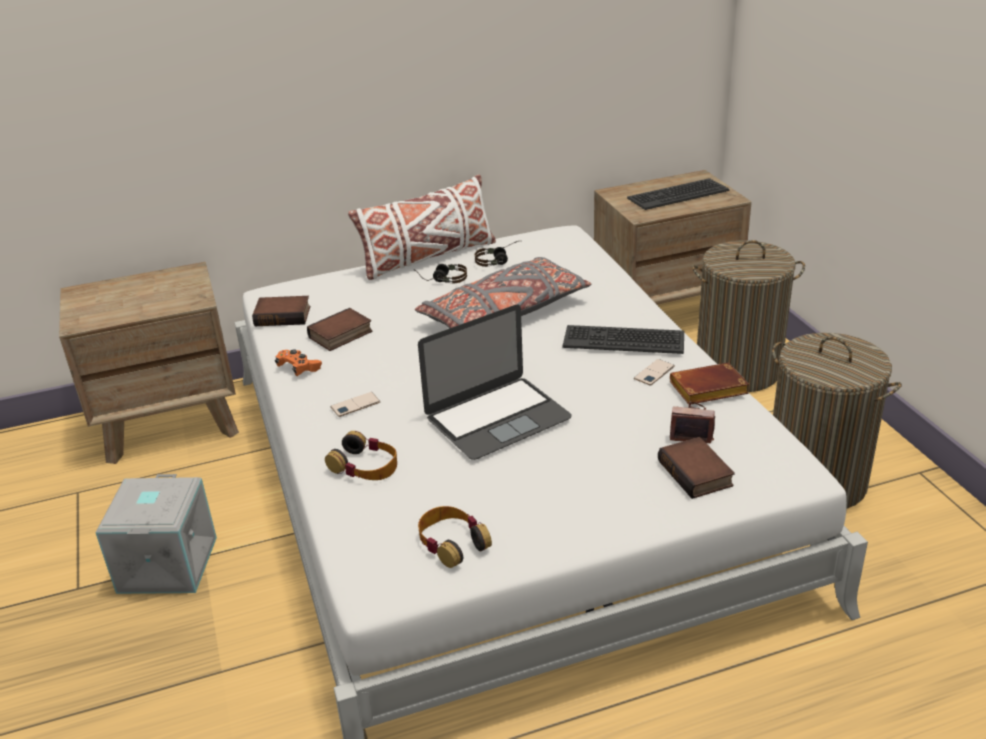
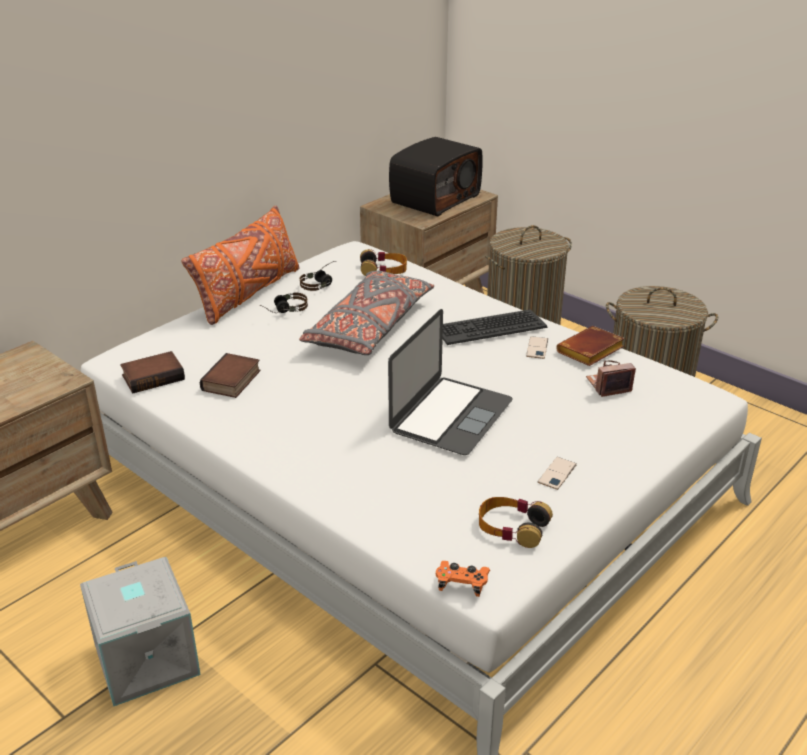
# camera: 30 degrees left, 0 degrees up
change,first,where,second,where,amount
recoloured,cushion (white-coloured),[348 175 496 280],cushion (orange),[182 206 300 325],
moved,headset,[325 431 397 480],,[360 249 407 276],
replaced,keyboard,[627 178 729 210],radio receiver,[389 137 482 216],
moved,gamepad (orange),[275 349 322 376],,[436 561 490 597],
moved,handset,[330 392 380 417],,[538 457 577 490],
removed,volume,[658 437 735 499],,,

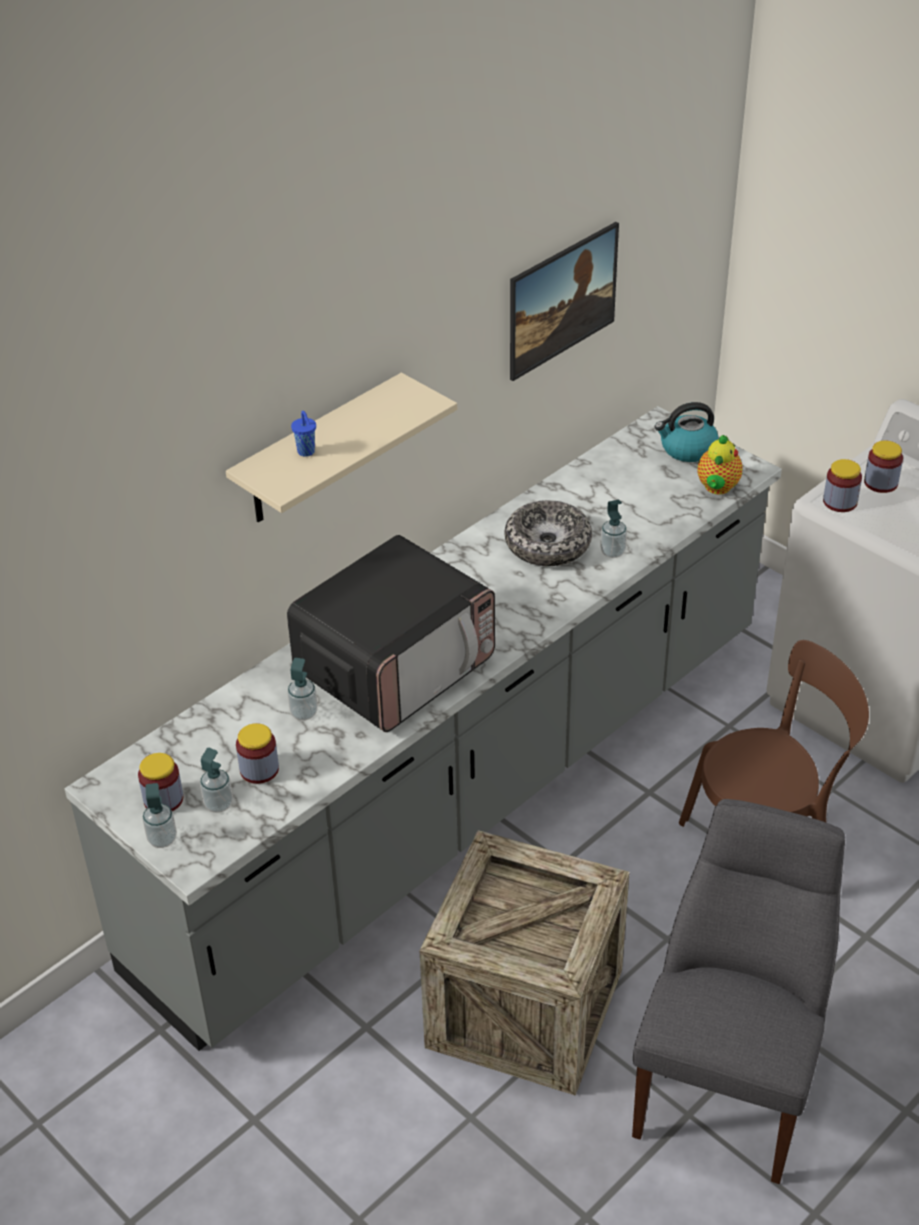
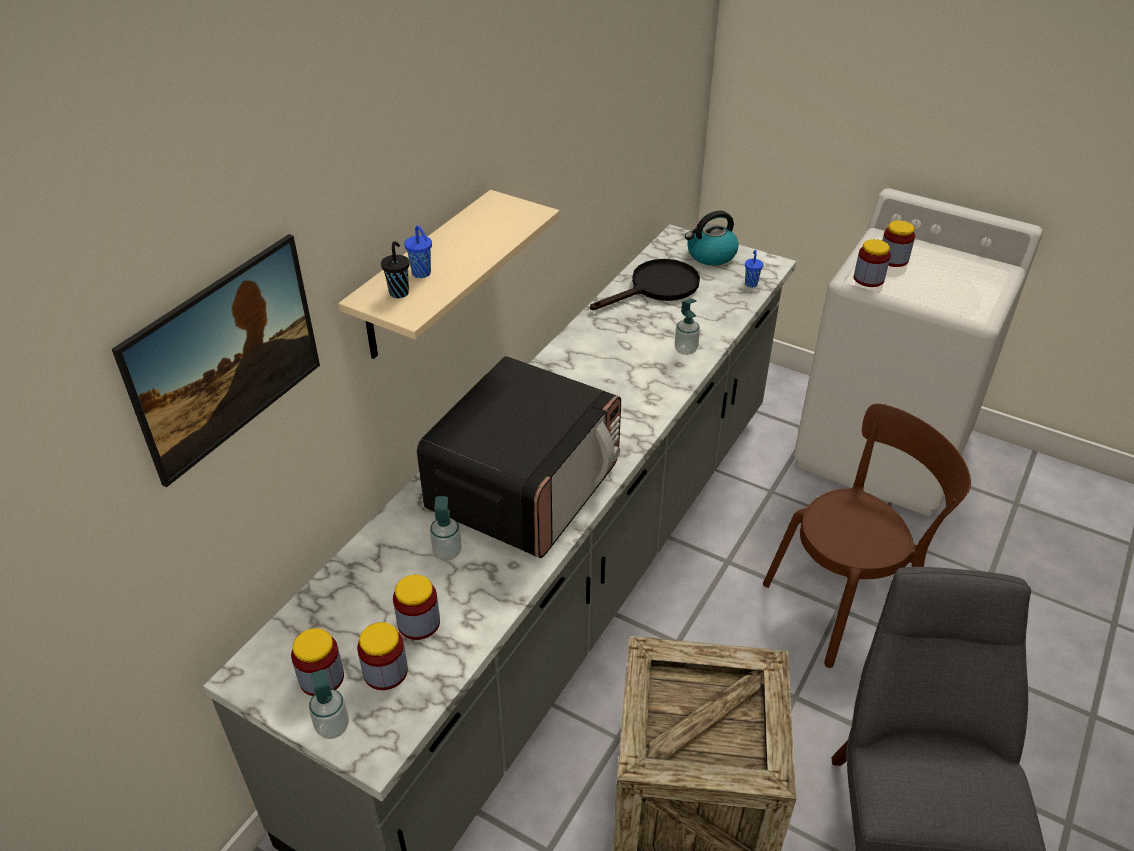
# camera: 15 degrees left, 0 degrees up
change,first,where,second,where,amount
moved,picture,[510 222 619 381],,[112 234 320 487],
replaced,soap bottle,[200 748 233 813],preserve jar,[357 622 408 690],
added,,,small cup (blackish),[381 241 410 298],
added,,,skillet (blackish),[590 259 700 310],
replaced,pot for tea,[698 435 742 495],small cup (bluish),[745 250 763 287],
removed,deep dish,[504 500 592 566],,,

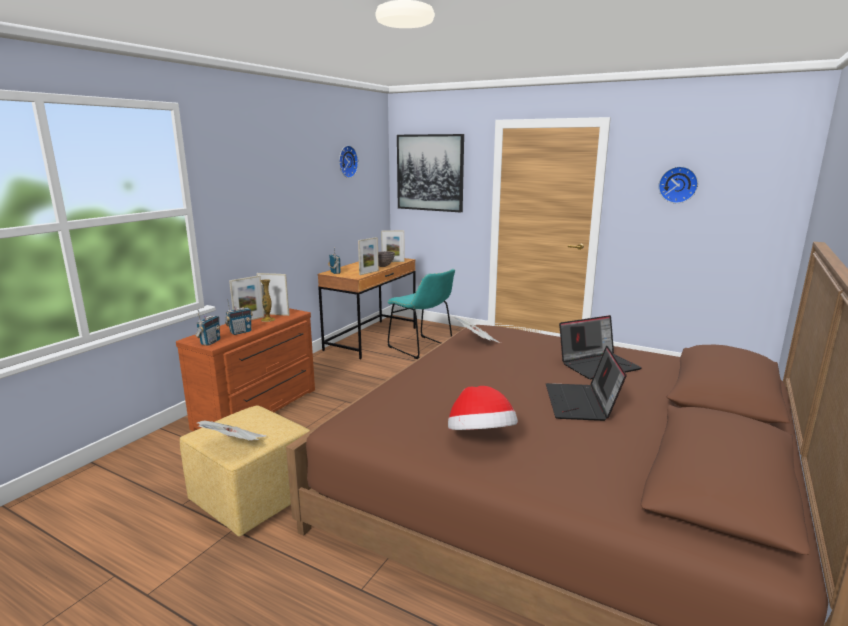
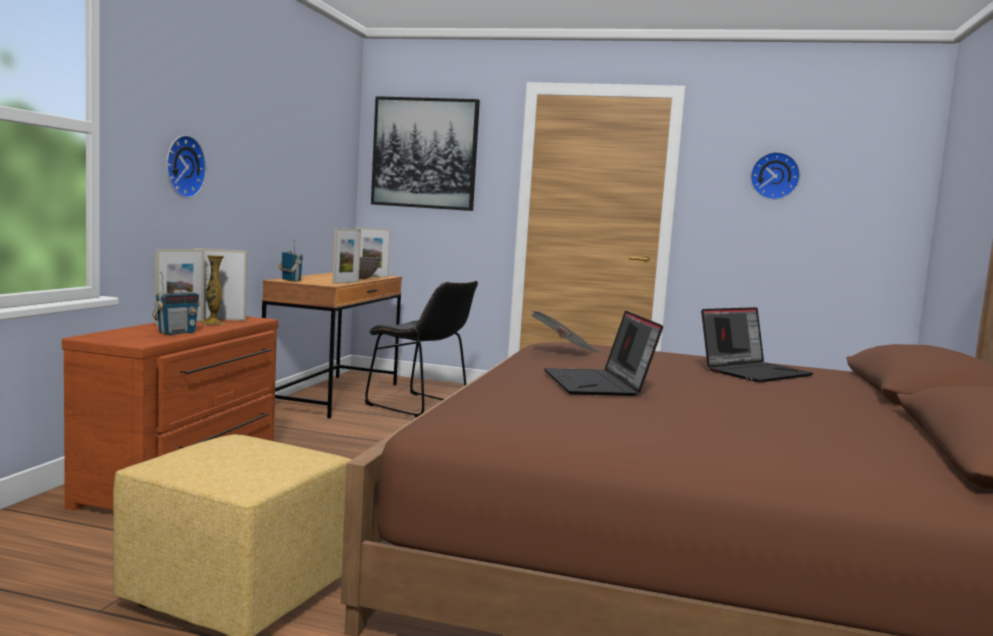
# camera: 15 degrees left, 10 degrees down
change,first,where,second,where,amount
moved,hanging clock,[339 145 358 178],,[166 135 207 198],
recoloured,chair (blue-green),[388 269 455 359],chair (blackish),[365 280 478 417],
moved,laptop,[546 345 627 421],,[544 311 663 396],
removed,radio receiver,[195 309 220 346],,,
removed,daily paper,[197 421 266 441],,,
removed,wearable hat,[448 386 518 430],,,

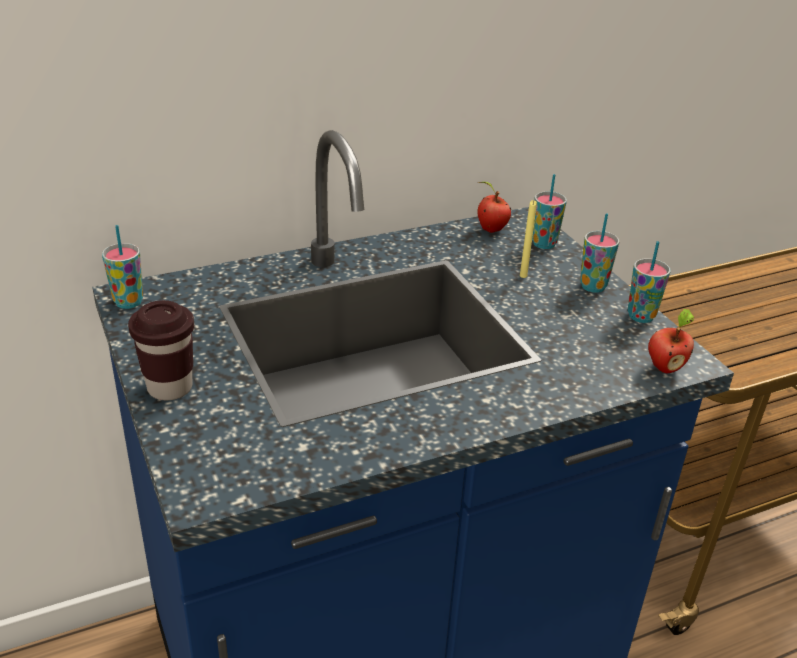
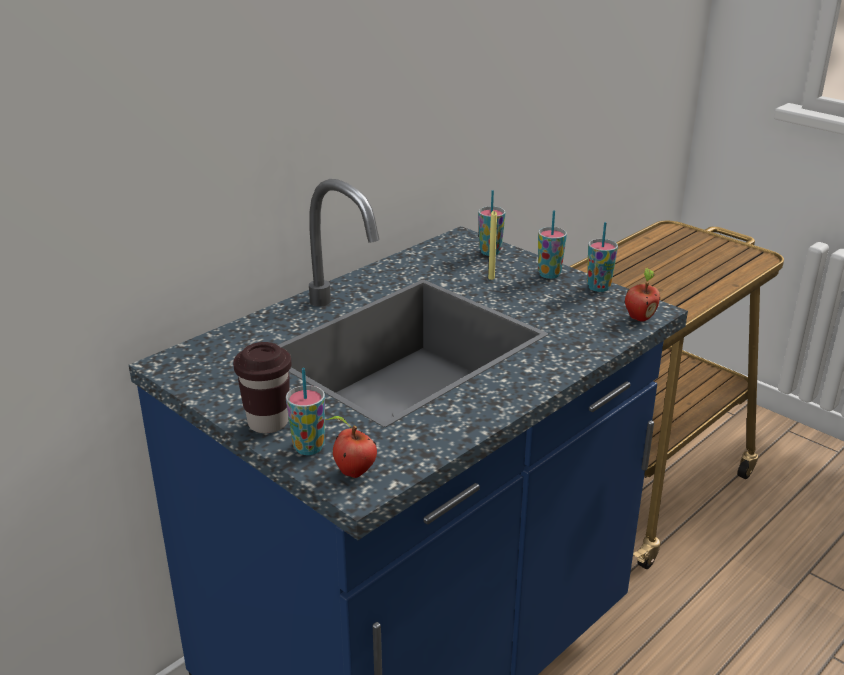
# camera: 20 degrees left, 5 degrees down
change,first,where,second,where,amount
moved,small cup,[102 225 143 309],,[286 368 325 455],
moved,apple,[477 182 511 233],,[325 416 377 478],

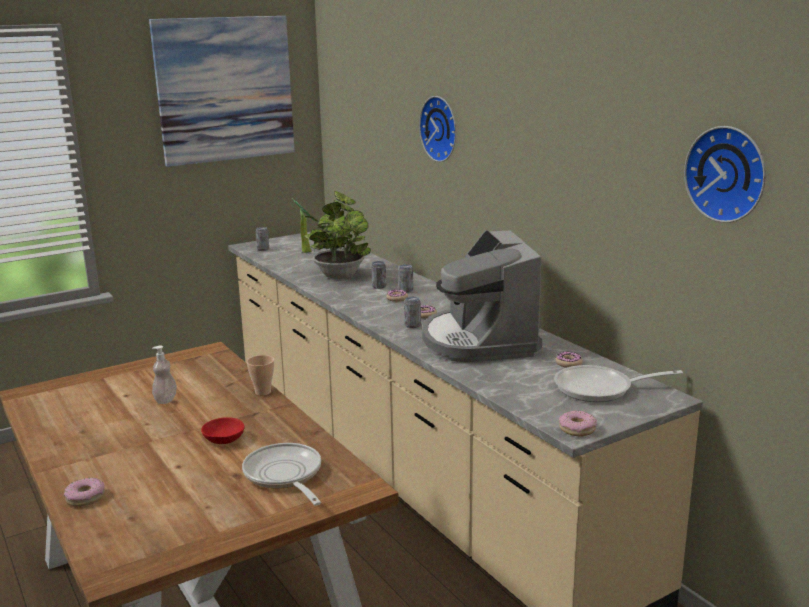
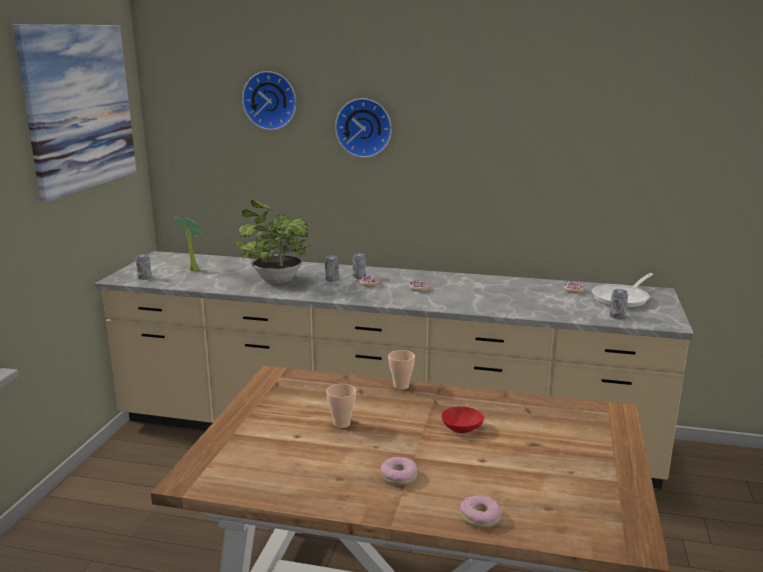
# camera: 45 degrees left, 0 degrees up
change,first,where,second,where,amount
moved,hanging clock,[684 126 766 223],,[242 71 296 130],
replaced,soap bottle,[152 346 177 404],small cup,[326 384 356 428],
moved,donut,[559 410 597 436],,[381 457 418 485],
moved,sealed can,[404 296 421 328],,[610 289 628 319],
removed,skillet,[242 443 321 506],,,
removed,coffee maker,[422 230 542 362],,,

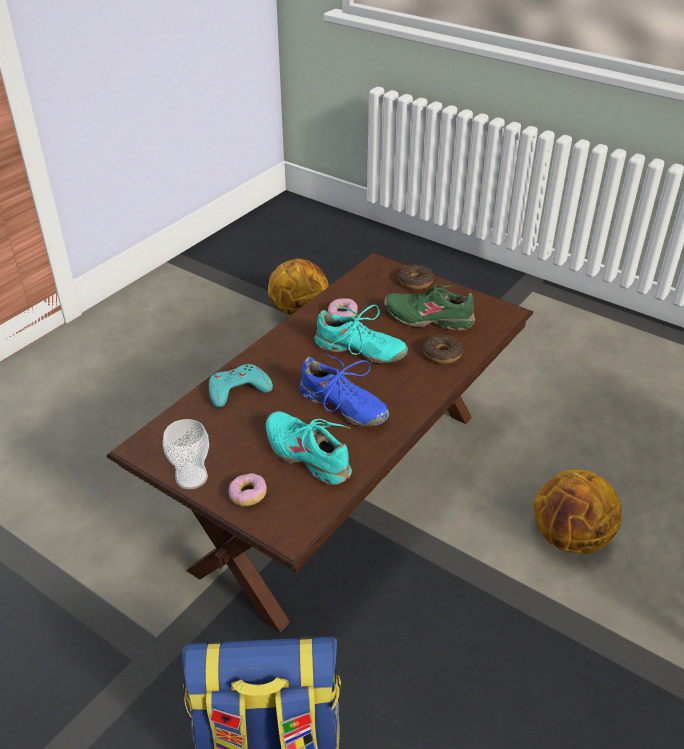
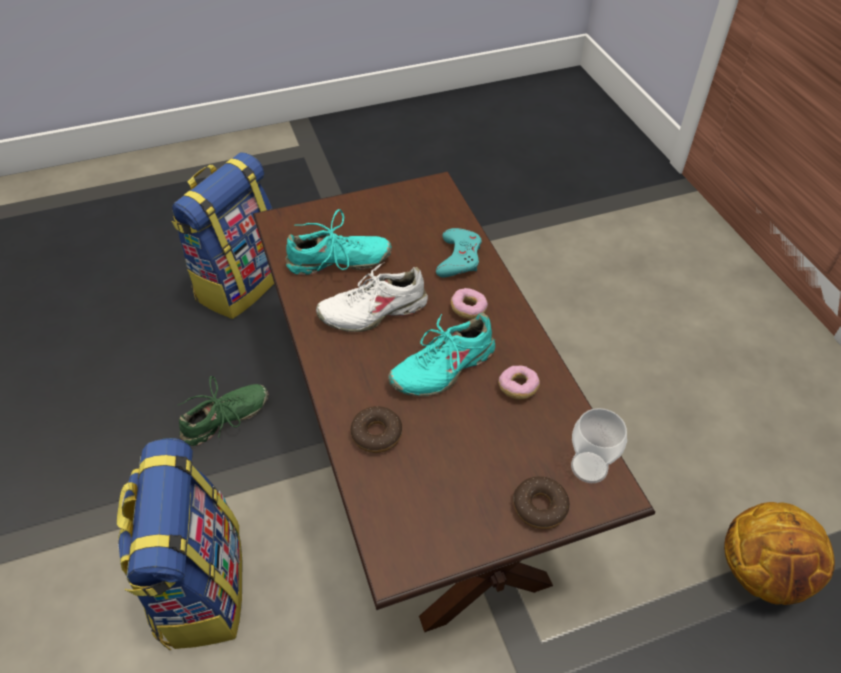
# camera: 125 degrees right, 10 degrees up
change,first,where,second,where,amount
replaced,ball for basketball,[534 470 622 554],backpack,[117 438 242 650],
moved,low shoe (greenish),[384 284 475 330],,[177 376 268 446],
recoloured,low shoe (bluish),[299 353 389 427],low shoe (white-coloured),[316 262 428 332],
moved,donut,[229 473 267 506],,[451 288 488 319],
moved,small cup,[163 419 209 489],,[571 408 627 483],

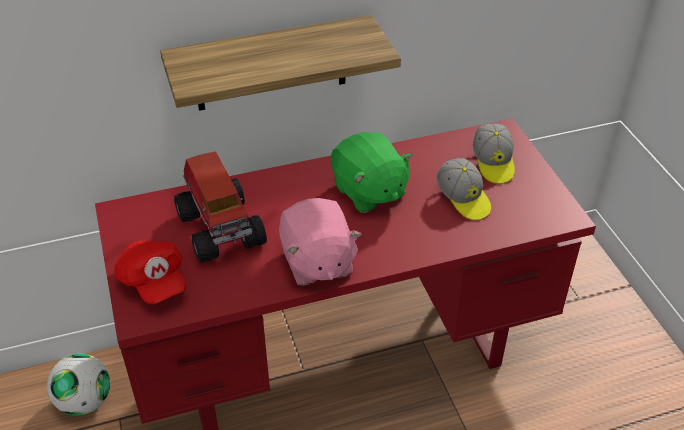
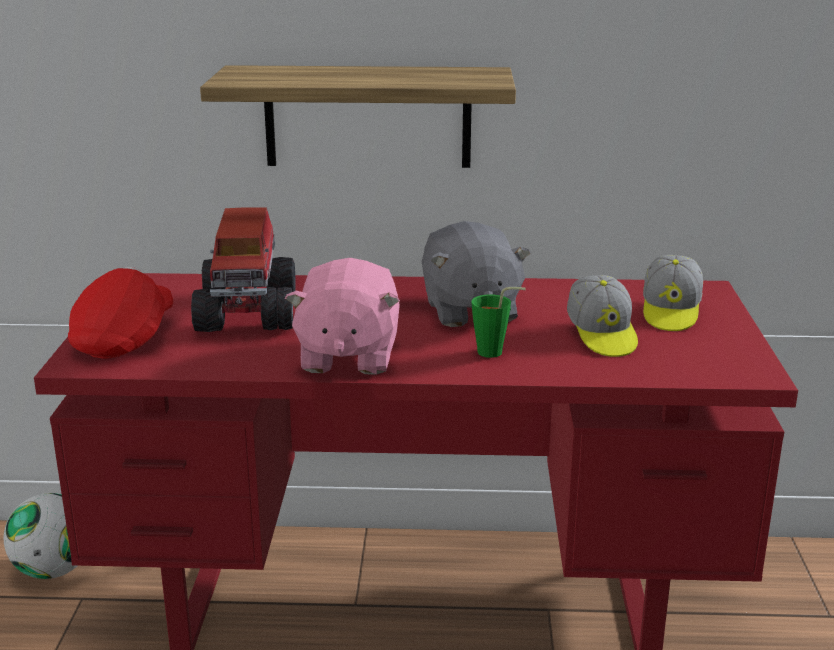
# camera: 20 degrees right, 20 degrees down
change,first,where,second,where,amount
turned,peaked cap (reddish),[114 240 187 304],,[68 267 173 359],150 degrees counterclockwise
recoloured,plush toy (greenish),[331 132 413 213],plush toy (grey),[422 221 531 327],
added,,,small cup (greenish),[471 287 526 358],

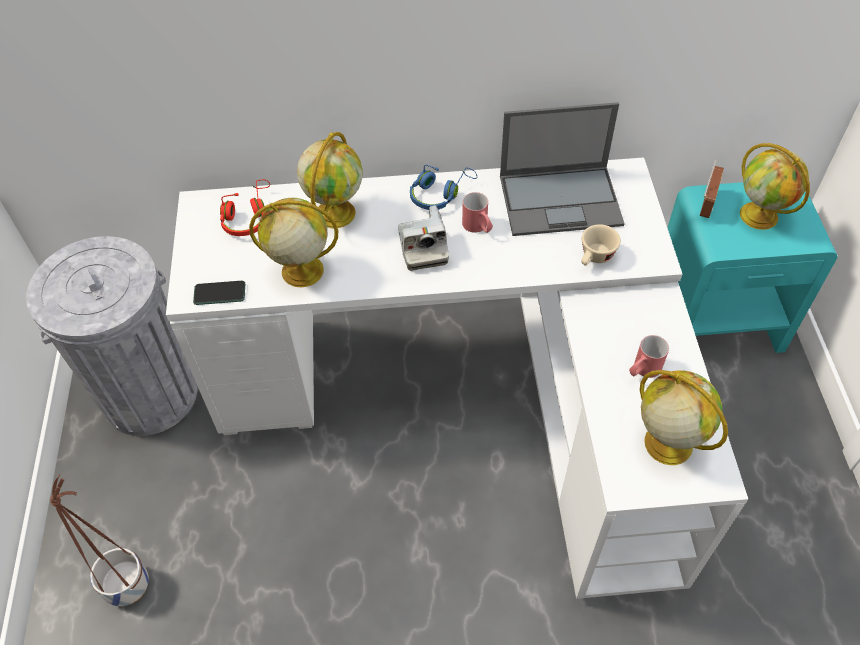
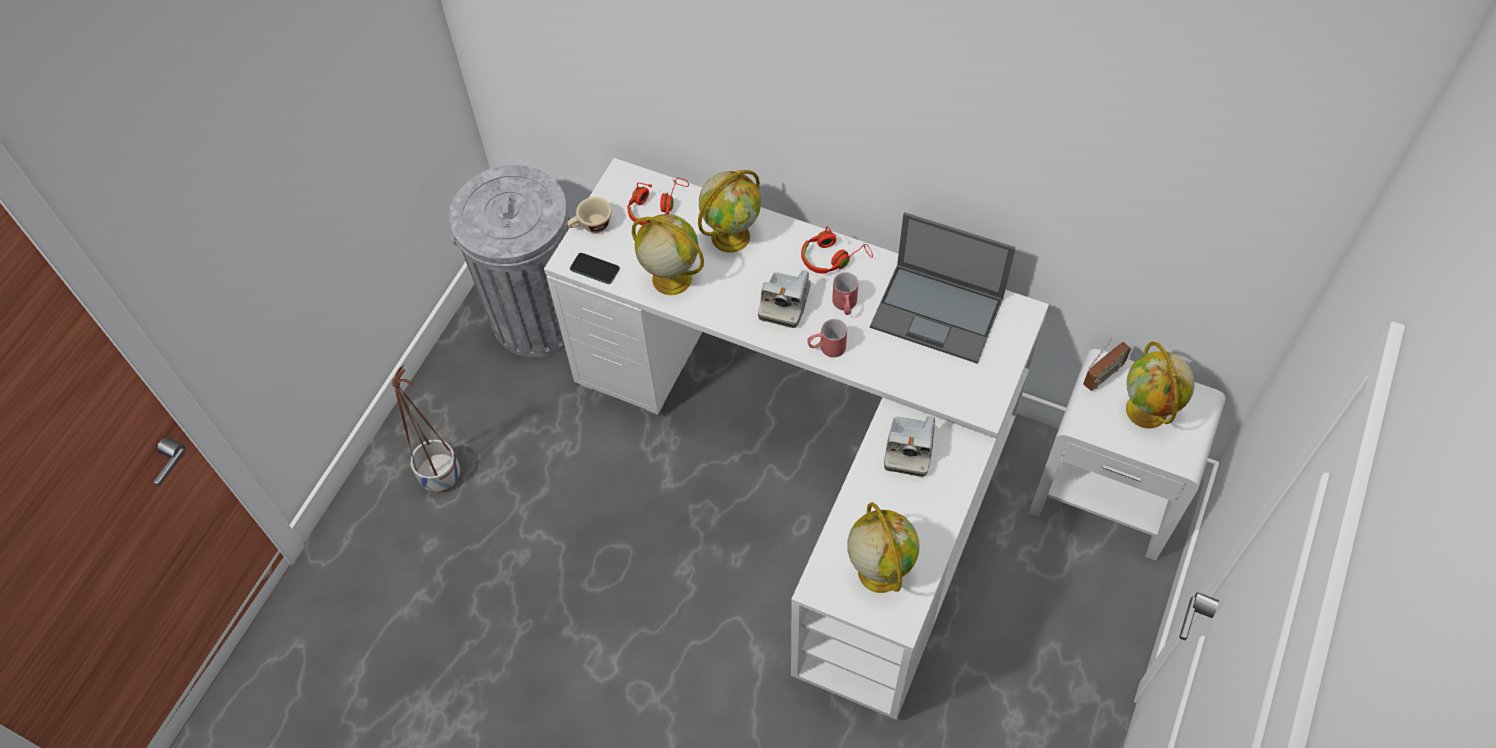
# camera: 30 degrees right, 5 degrees up
change,first,where,second,where,amount
moved,small cup (beige),[581 224 621 266],,[567 197 612 233],
recoloured,headset (bluish),[410 165 477 210],headset (reddish),[801 226 873 273],
moved,coffee mug (reddish),[629 335 669 378],,[807 319 847 357],
added,,,photo camera,[884 416 935 477],
recoloured,night table (blue-green),[667 182 838 353],night table (white-coloured),[1029 349 1226 561],

